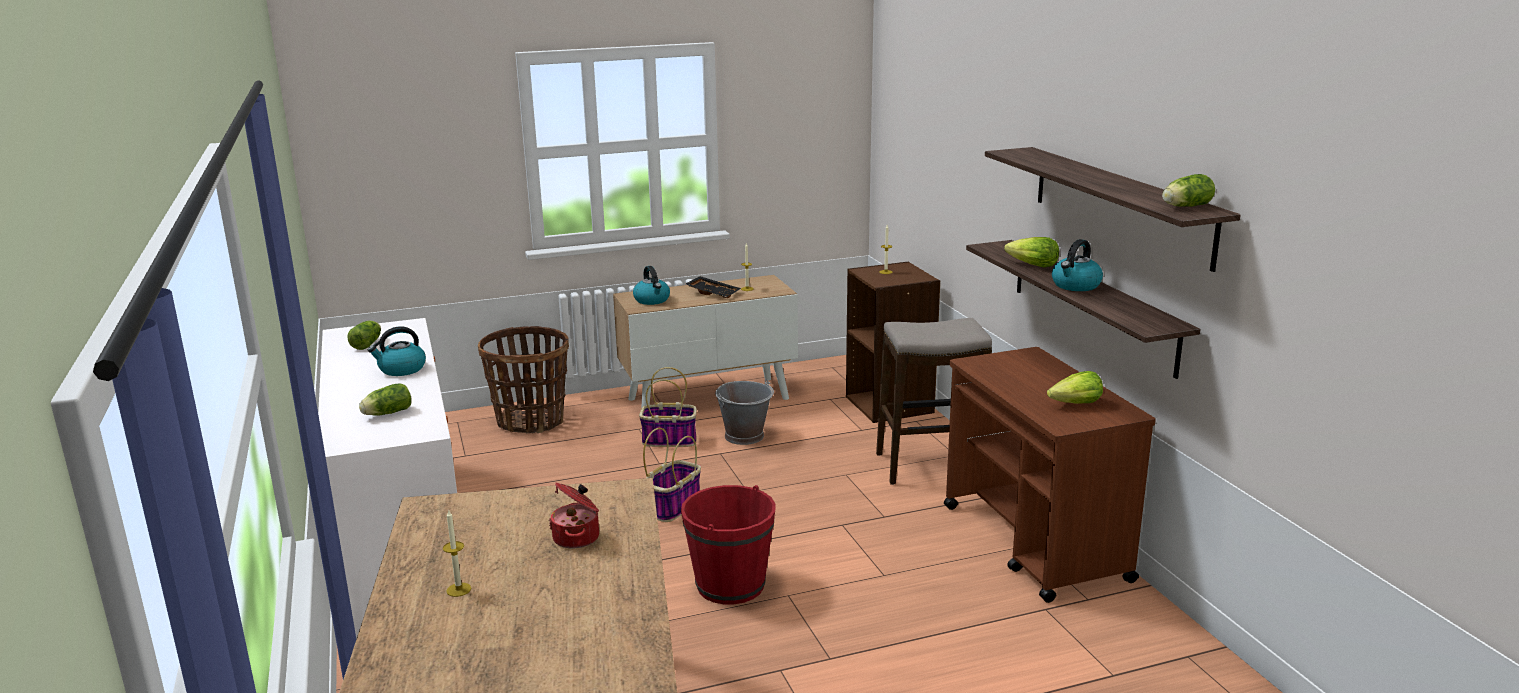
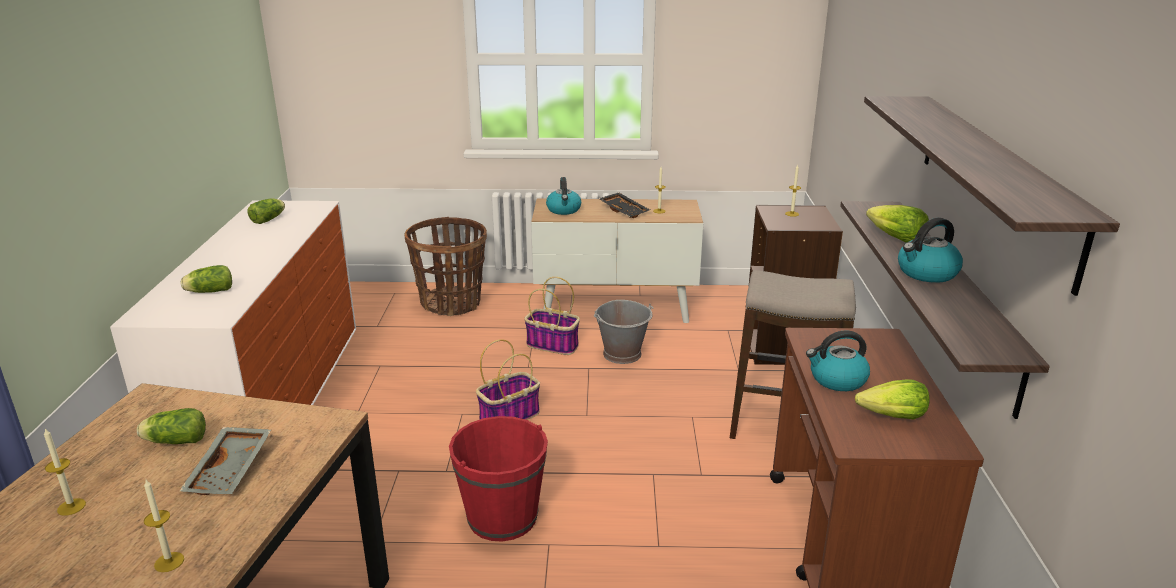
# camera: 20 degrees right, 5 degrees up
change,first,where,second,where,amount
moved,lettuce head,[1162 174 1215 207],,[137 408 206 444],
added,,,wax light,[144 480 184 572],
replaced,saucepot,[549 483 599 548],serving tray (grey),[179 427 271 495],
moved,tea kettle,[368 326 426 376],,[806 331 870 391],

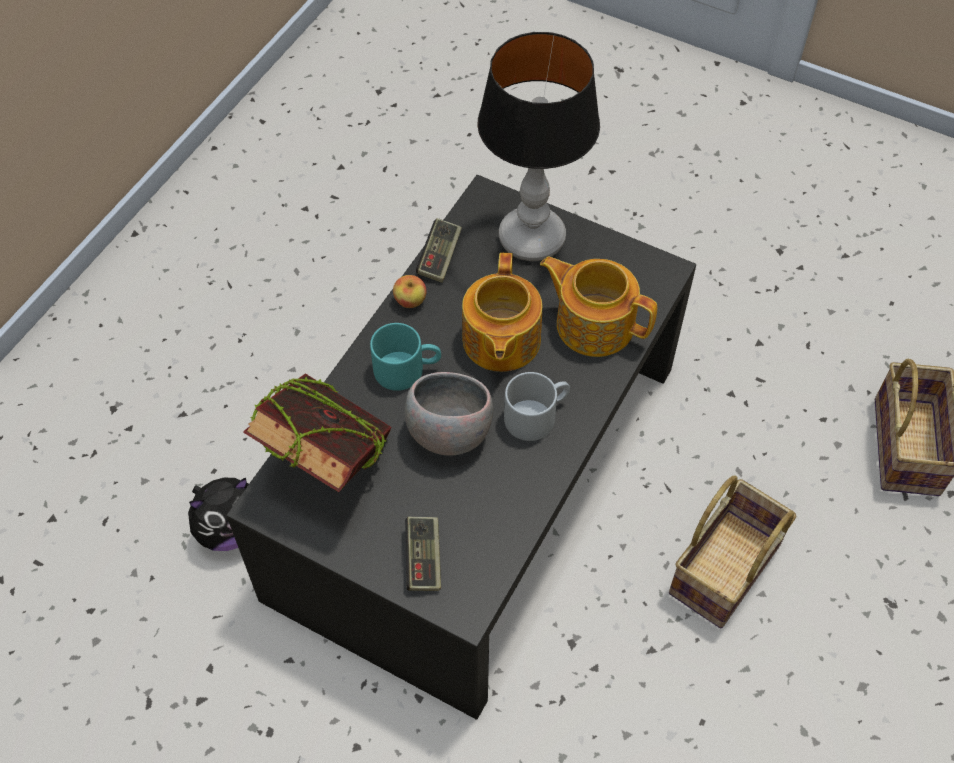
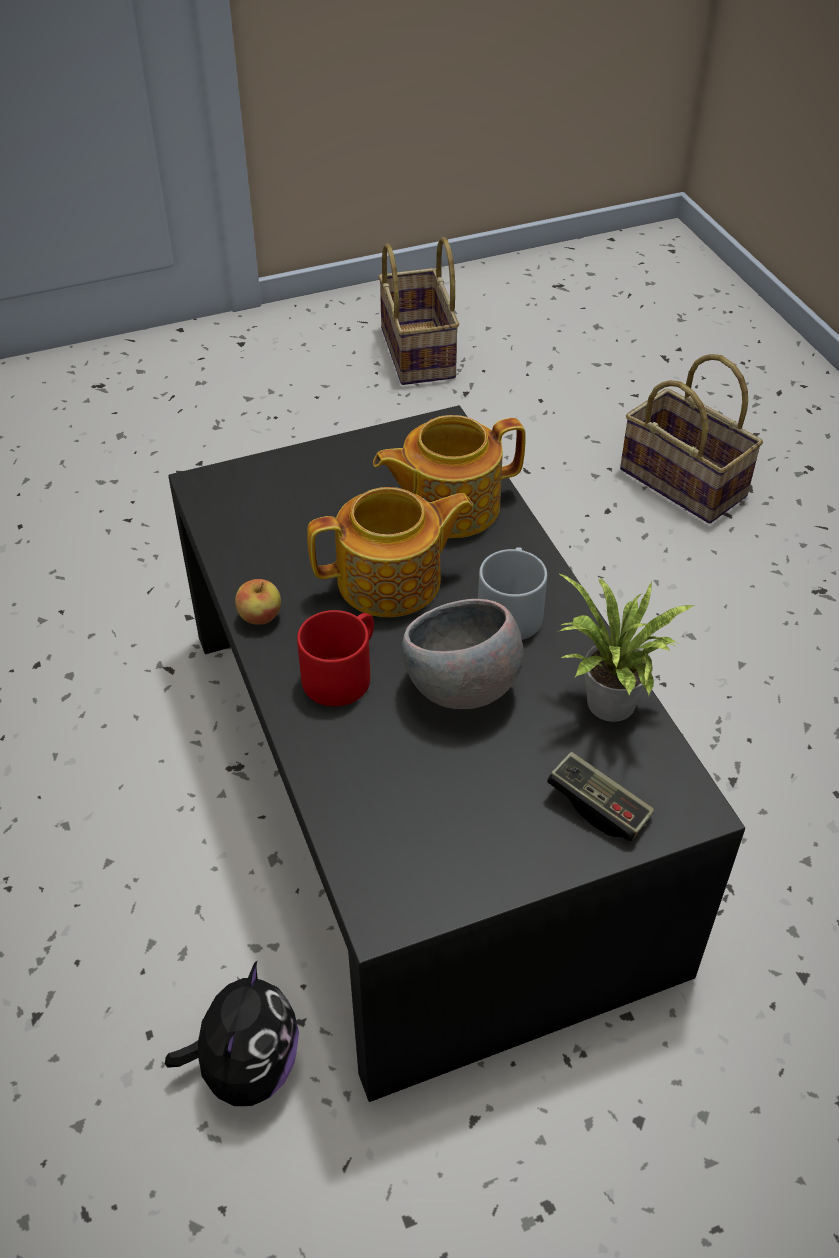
# camera: 50 degrees left, 10 degrees down
change,first,where,second,where,amount
recoloured,coffee mug (blue-green),[370 323 441 391],coffee mug (reddish),[297 610 374 706],
turned,pot for tea,[462 253 542 372],,[307 487 473 617],60 degrees counterclockwise
moved,storage basket,[669 475 796 628],,[378 237 459 385],
added,,,houseplant,[557 572 694 722],
removed,volume,[243 373 391 492],,,
removed,gamepad,[416 218 462 283],,,
removed,tabletop lamp,[478 32 600 261],,,

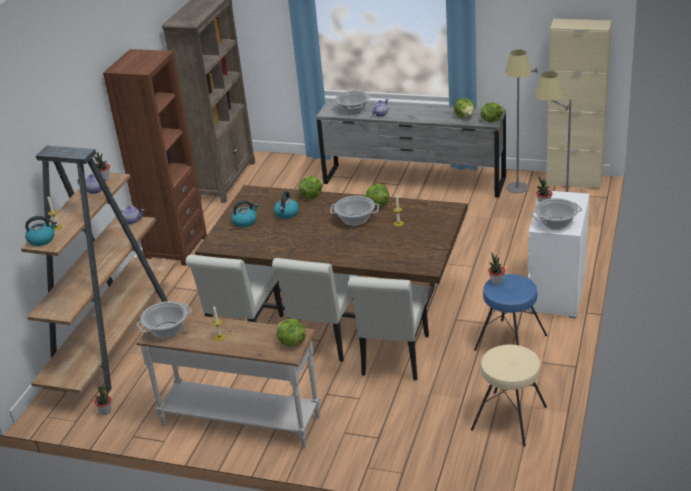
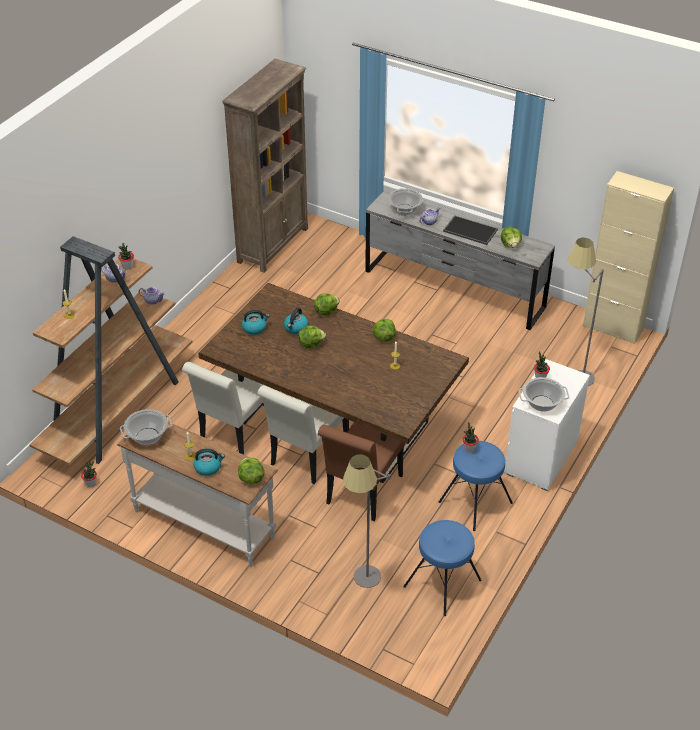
# camera: 10 degrees right, 10 degrees up
change,first,where,second,where,amount
moved,tea kettle,[25 216 57 246],,[193 449 225 476],
moved,lettuce head,[481 102 504 122],,[298 325 326 348],
recoloured,chair (white-coloured),[348 277 429 380],chair (brown),[318 422 405 521],
moved,standard lamp (grey),[505 50 537 193],,[343 454 390 588],
recoloured,stool (beige),[471 345 547 447],stool (bluish),[403 520 481 616],
added,,,serving tray,[443 215 498 245],
removed,shelving unit (brown),[103 49 207 266],,,
removed,saucepot,[330 196 379 226],,,

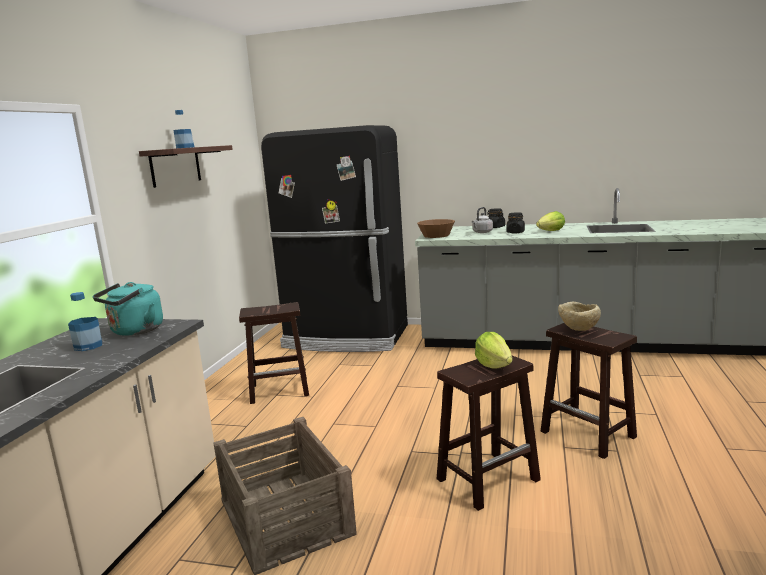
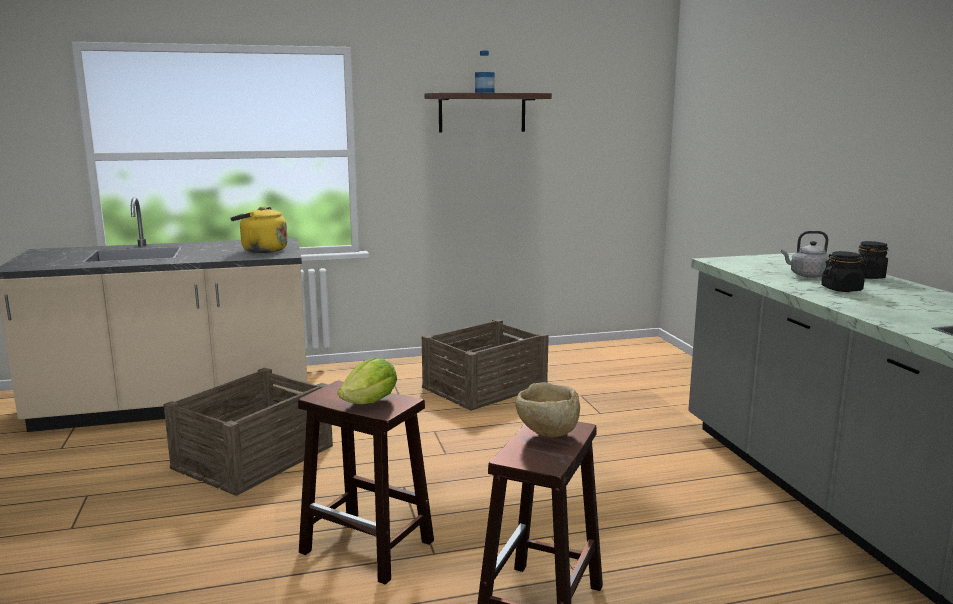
# camera: 60 degrees right, 0 degrees up
change,first,where,second,where,amount
recoloured,tea kettle (blue-green),[92 282 163 336],tea kettle (yellowish),[230 207 288 253],
replaced,stool (brown),[239 302 309 404],packing crate,[422 319 549 411],
removed,beverage bottle,[68 292 102 351],,,
removed,kitchen fridge (blackish),[261 125 408 352],,,
removed,deep dish (brown),[417 219 455 238],,,
removed,lettuce head,[536 211 565 231],,,

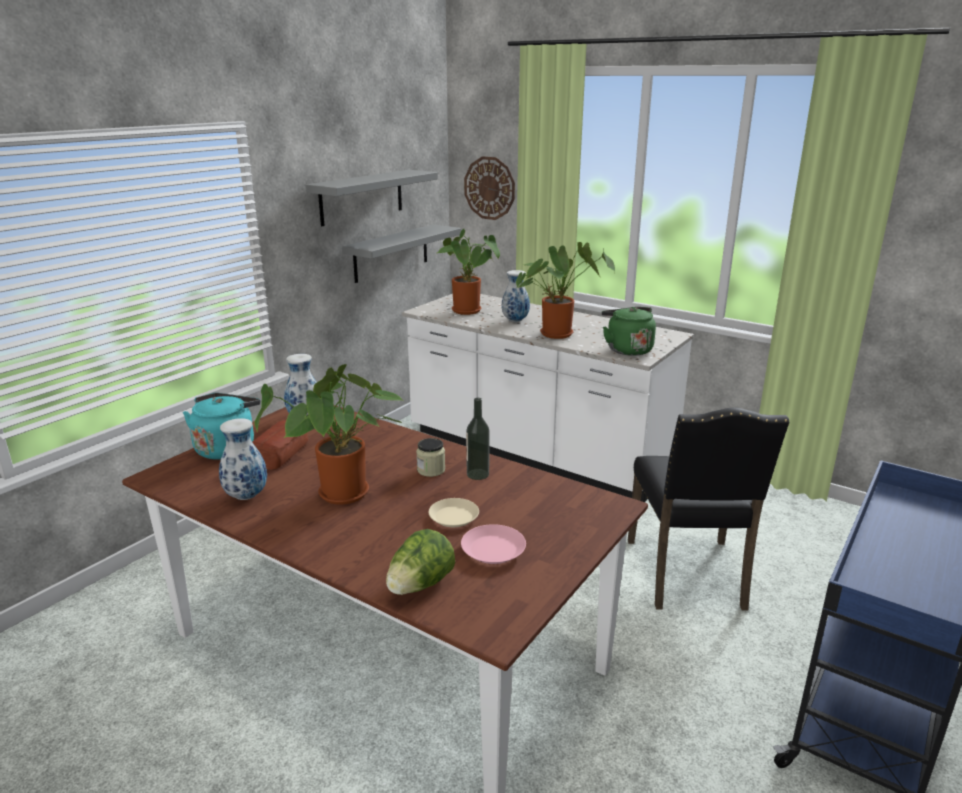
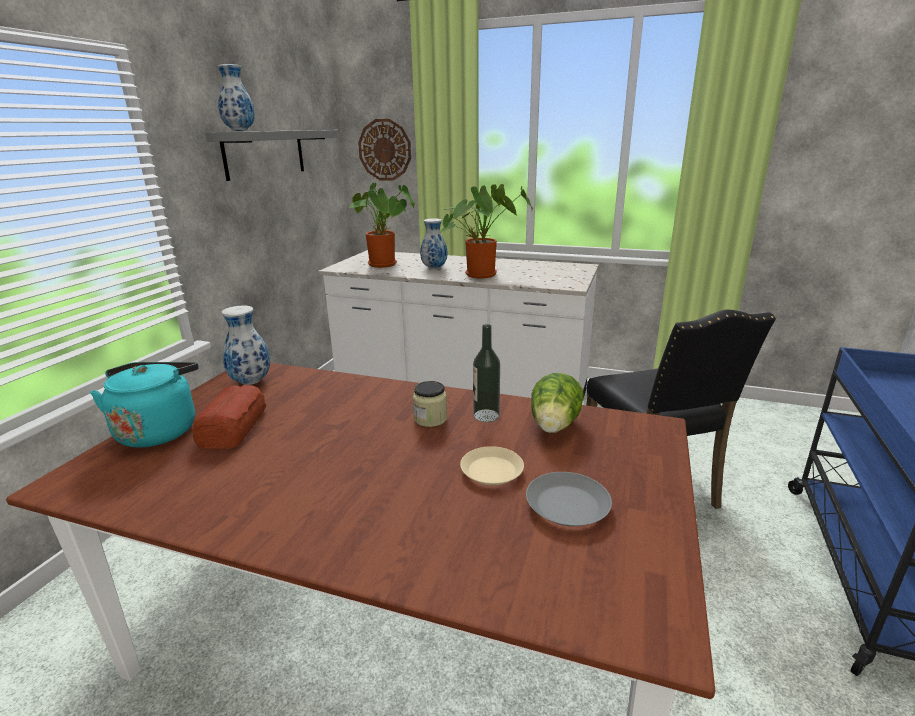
# camera: 15 degrees left, 0 degrees up
change,first,where,second,where,amount
moved,flower vase,[219 418 267 500],,[217 64 255 131],
recoloured,flat dish (pink),[461 524 526 564],flat dish (grey),[526 472 612 526],
moved,lettuce head,[386 529 455 595],,[531 373 584 433],
removed,houseplant,[254 364 405 505],,,
removed,wall shelf (grey),[342 224 461 283],,,
removed,tea kettle (greenish),[602 307 656 356],,,

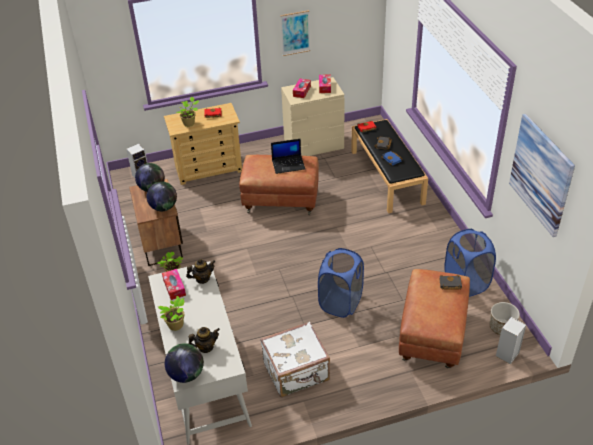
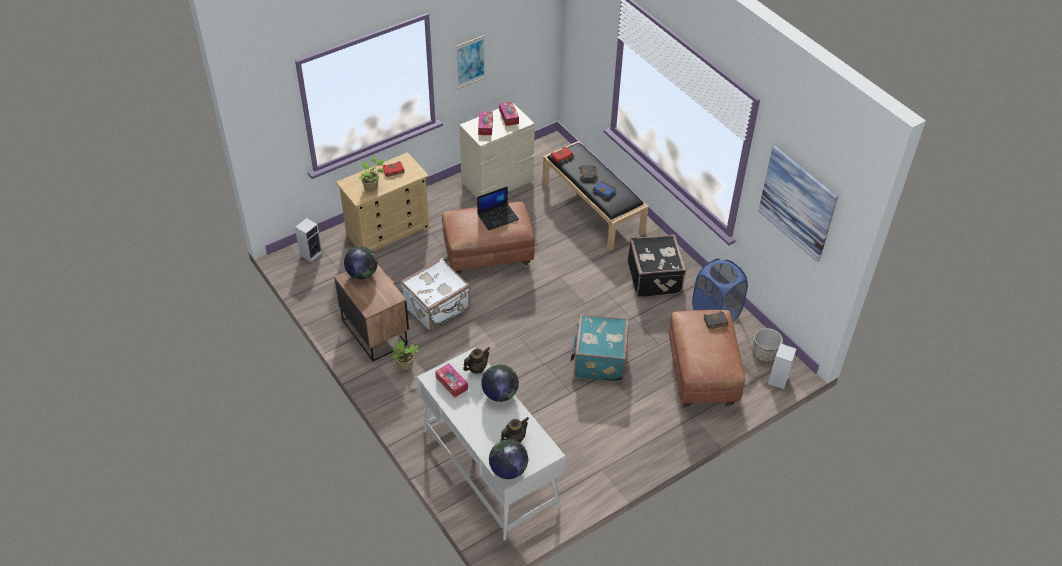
# camera: 20 degrees left, 5 degrees up
change,first,where,second,where,amount
moved,travel case (white-coloured),[260 321 330 397],,[400 258 470 331],
moved,world globe,[147 182 177 211],,[481 364 519 402],
replaced,hamper (bluish),[318 248 364 318],travel case (blue-green),[570 314 629 382],
added,,,travel case (blackish),[628 235 686 297],
removed,houseplant,[158 296 184 331],,,

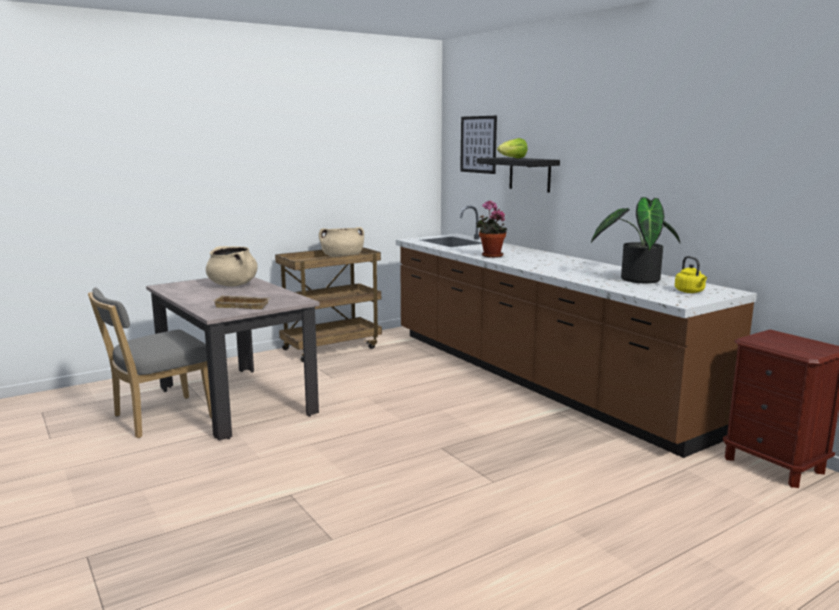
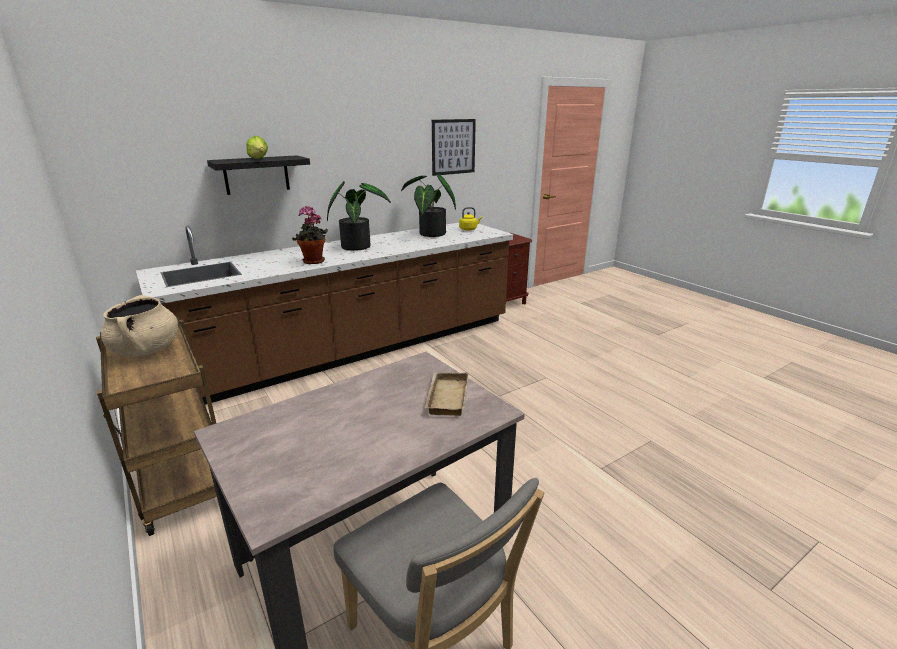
# camera: 90 degrees left, 10 degrees up
change,first,where,second,where,amount
added,,,houseplant,[327 181 391 251],
moved,picture,[460 116 497 174],,[432 119 476 176],
removed,saucepot (beige),[206 246 258 287],,,

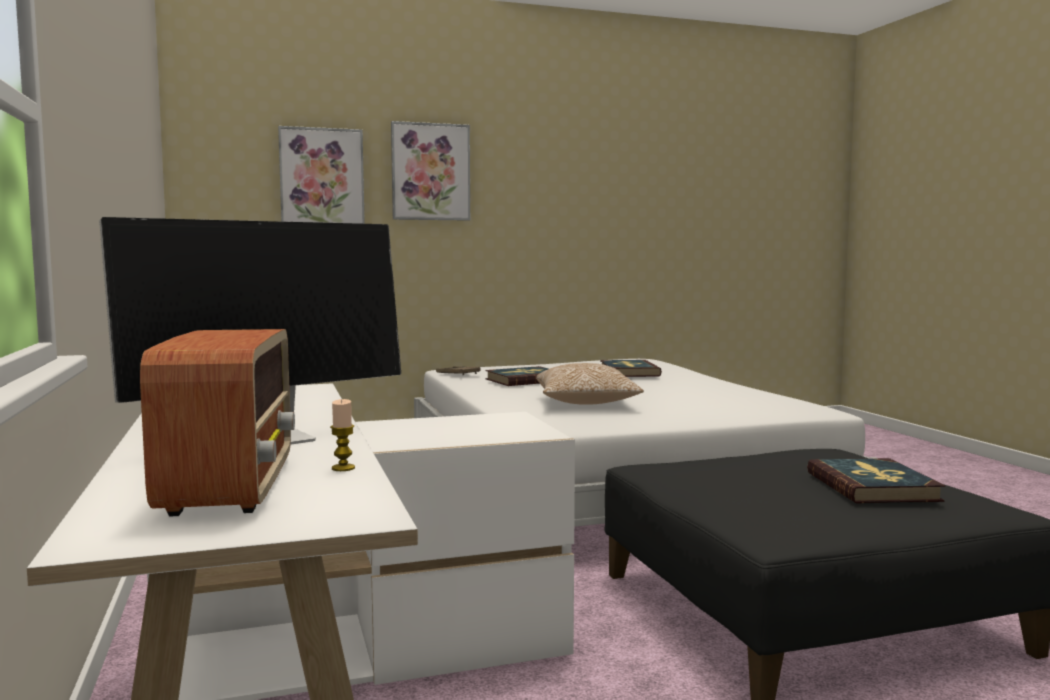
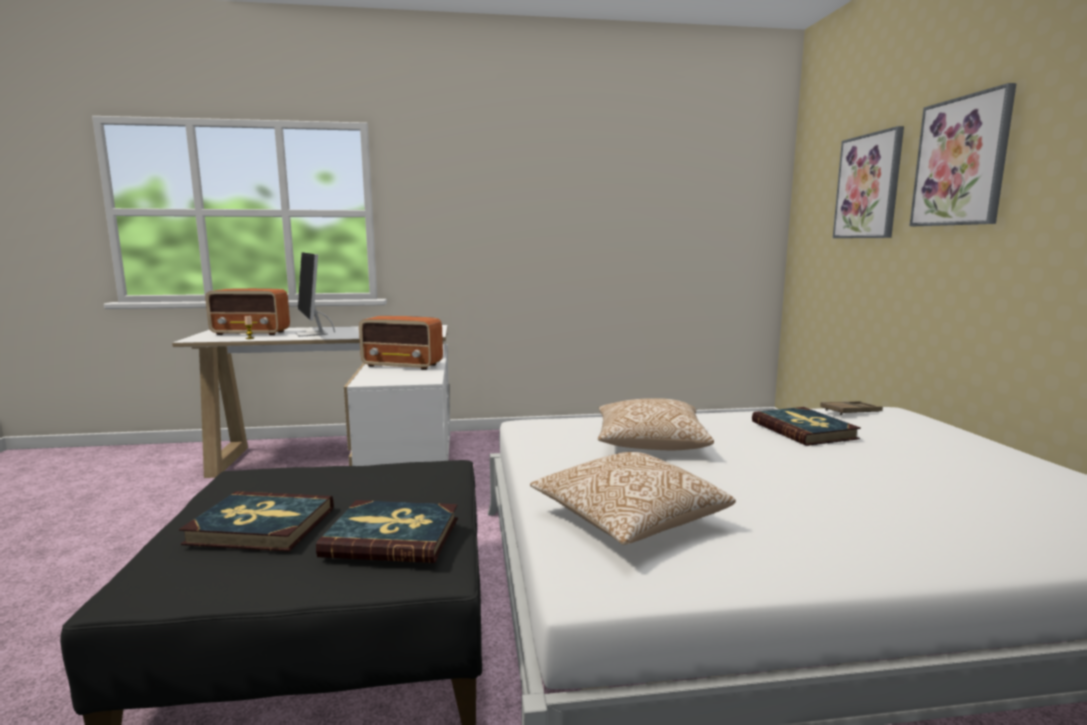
# camera: 100 degrees right, 5 degrees up
change,first,where,second,where,amount
moved,volume,[600 360 662 377],,[316 500 458 563],
added,,,radio receiver,[359 316 443 370],
added,,,cushion,[530 452 736 545],

